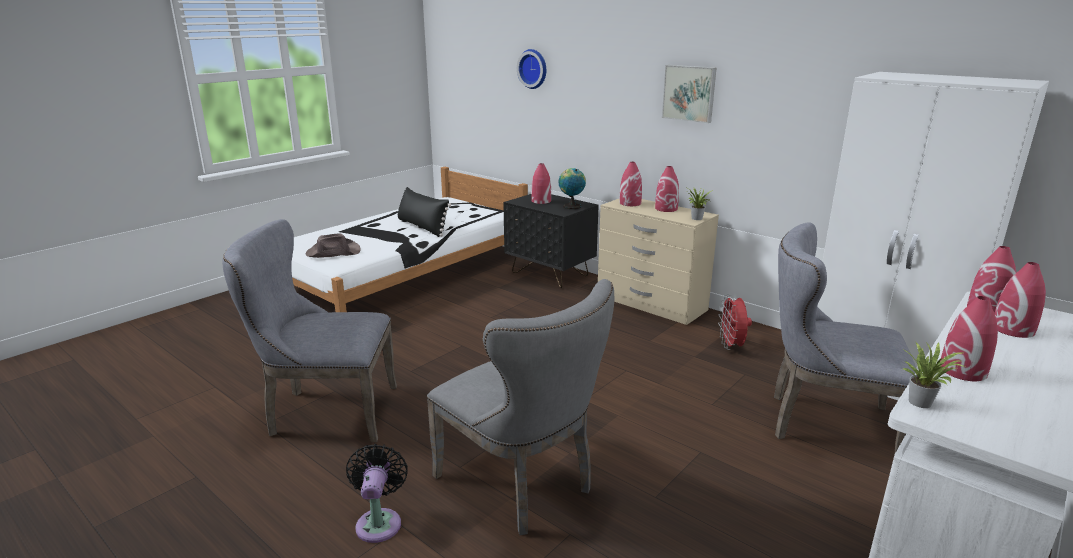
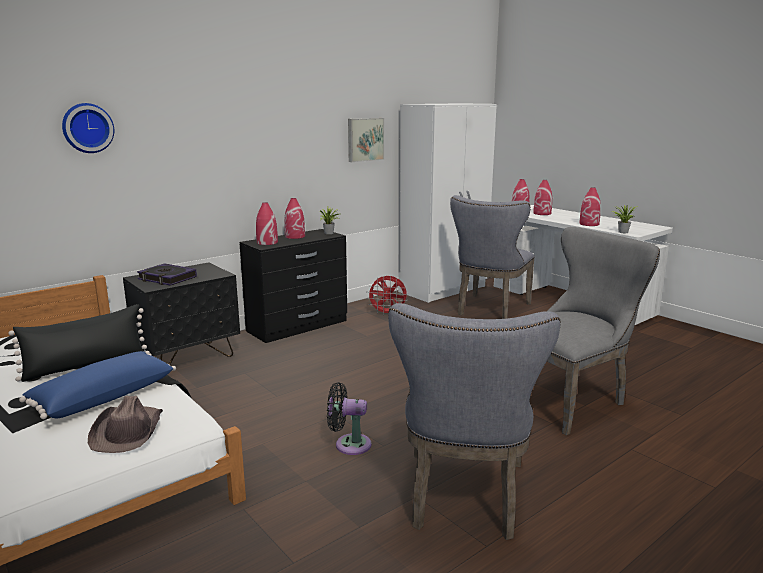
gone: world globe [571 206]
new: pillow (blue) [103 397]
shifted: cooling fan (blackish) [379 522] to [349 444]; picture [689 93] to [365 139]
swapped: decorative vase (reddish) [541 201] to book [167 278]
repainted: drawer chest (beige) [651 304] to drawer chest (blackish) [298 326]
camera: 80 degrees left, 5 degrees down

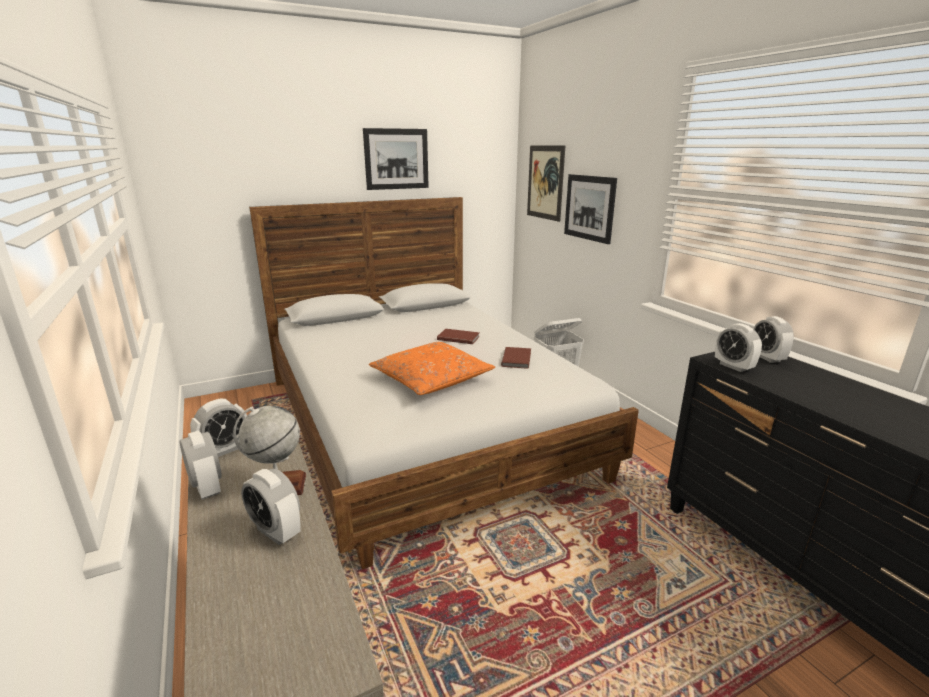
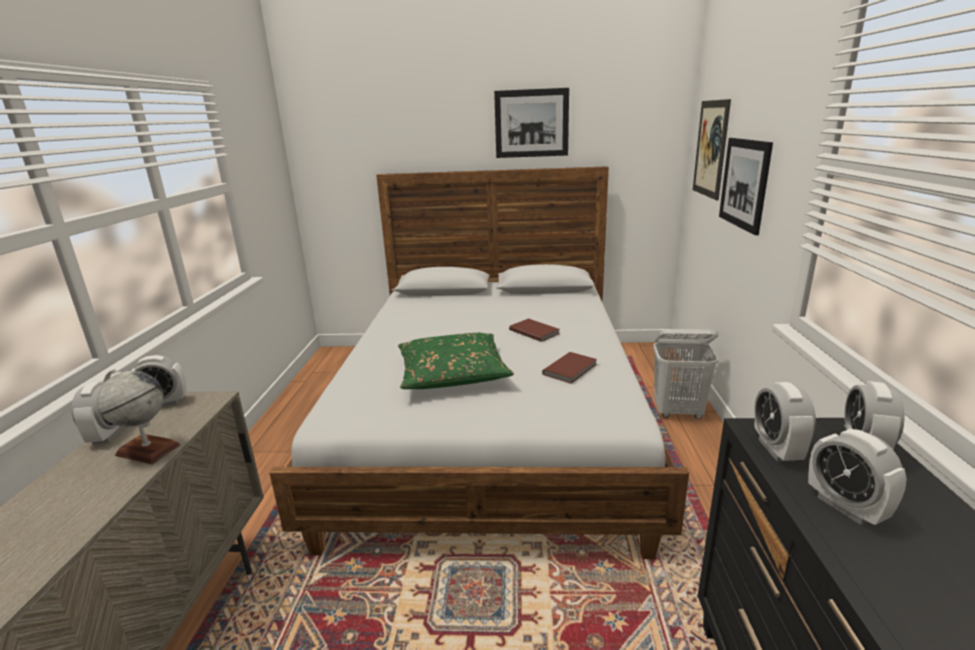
shifted: table clock [276 531] to [845 507]
repainted: pillow (orange) [431 379] to pillow (greenish) [452 373]
camera: 30 degrees right, 0 degrees up

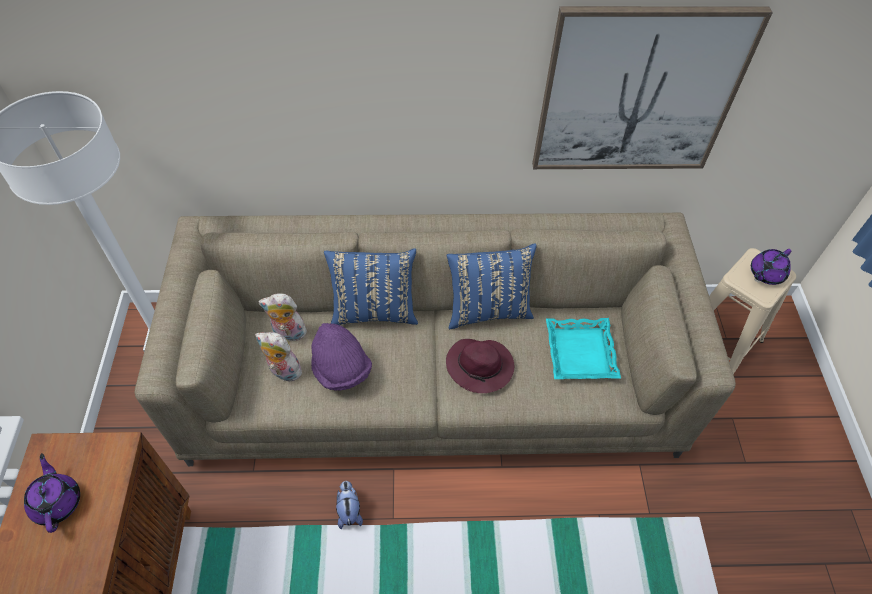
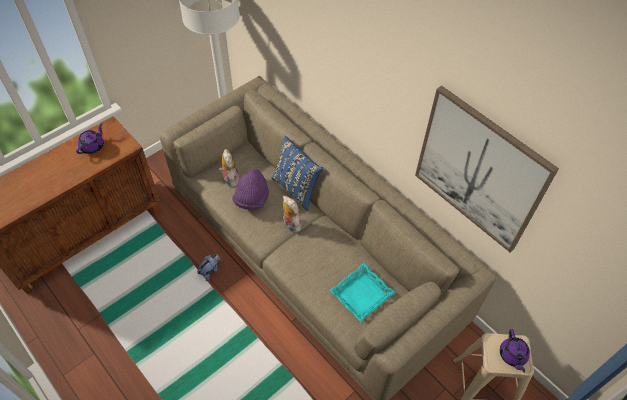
gone: clothing hat (purple) [480 367]; pillow (blue) [487 310]
shifted: plush toy [288 334] to [290 224]
rotated: pot for tea (purple) [765 274] = [512 355] 105 degrees counterclockwise
camera: 50 degrees right, 0 degrees up

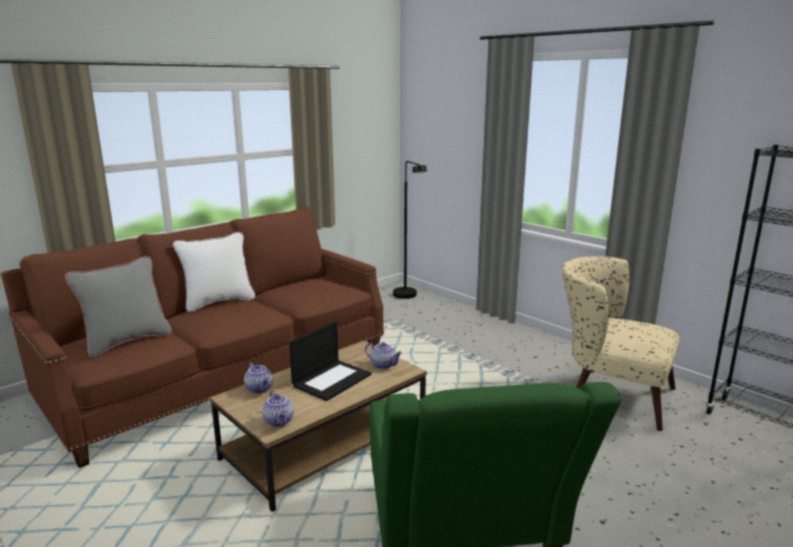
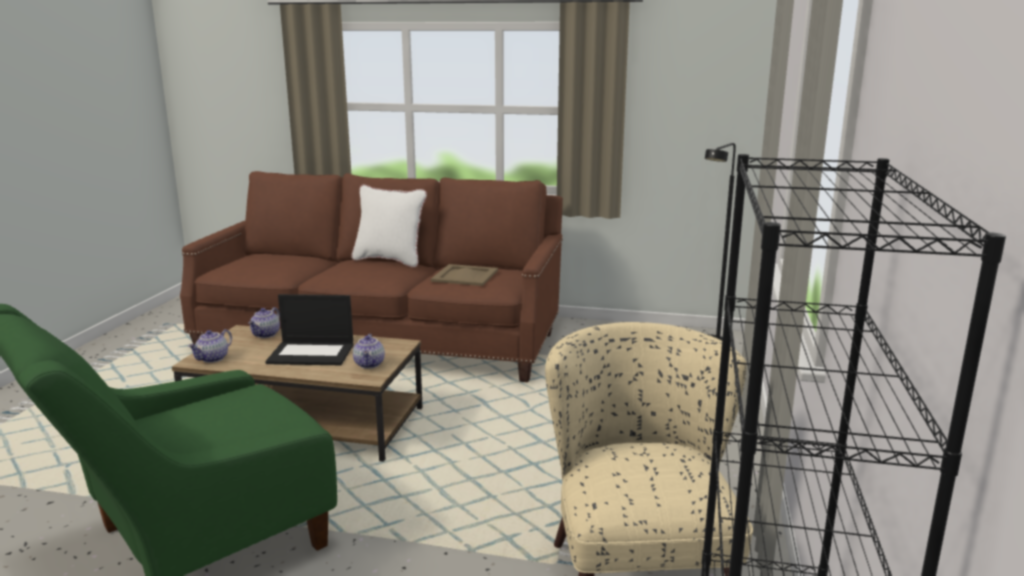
gone: pillow (greyish) [126 341]
new: serving tray (beige) [464 275]
camera: 55 degrees right, 0 degrees up

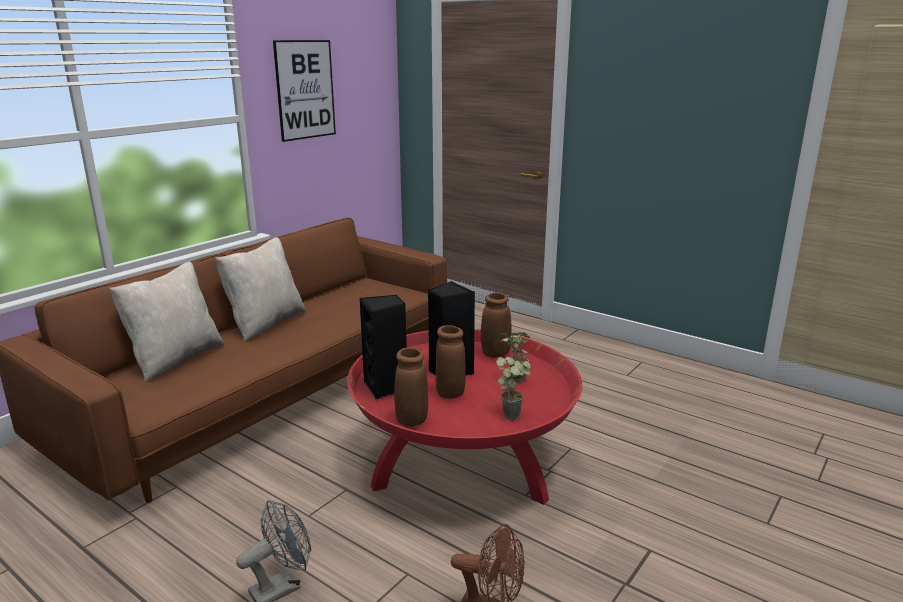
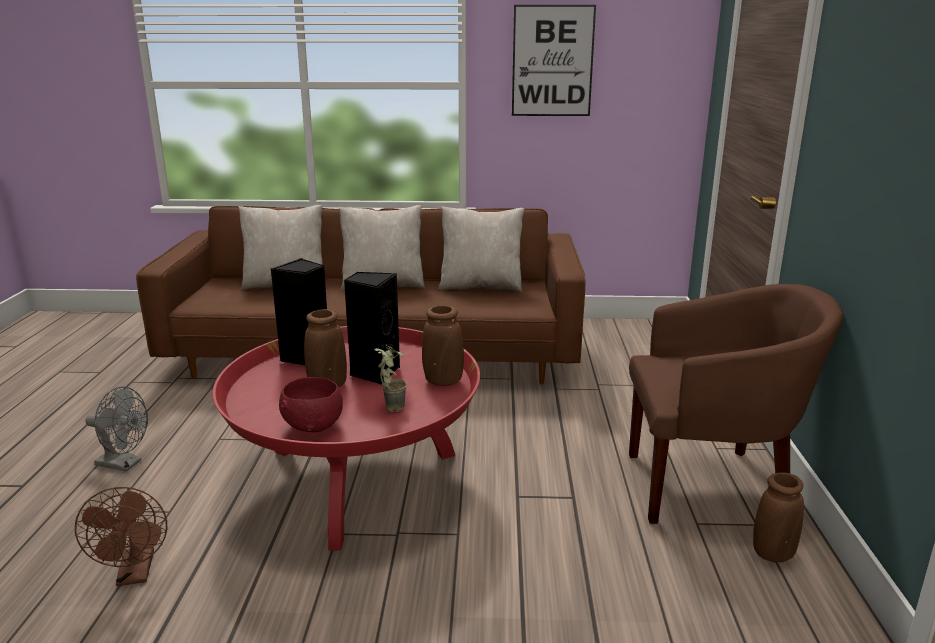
new: pillow (beige) [481 286]; armchair (brown-coloured) [710 488]
shifted: decorative vase (brown-coloured) [412 420] to [773 554]
swapped: plant in a pot [513 414] to serving bowl (reddish) [314 426]
camera: 55 degrees right, 0 degrees up

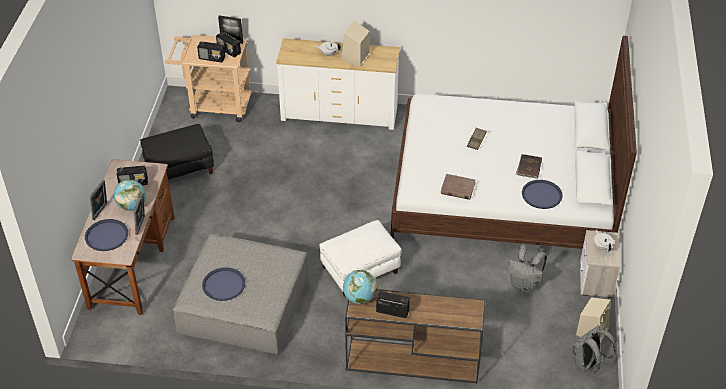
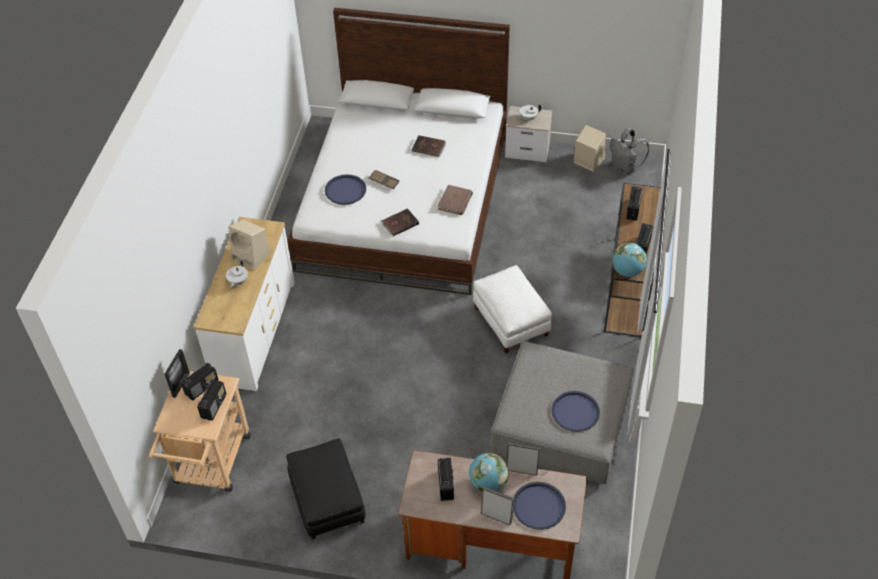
gone: rucksack (greyish) [524 285]
new: book (brown-coloured) [399 223]; radio [633 210]
shifted: serving tray (blue) [542 195] to [345 190]
camera: 85 degrees left, 5 degrees up

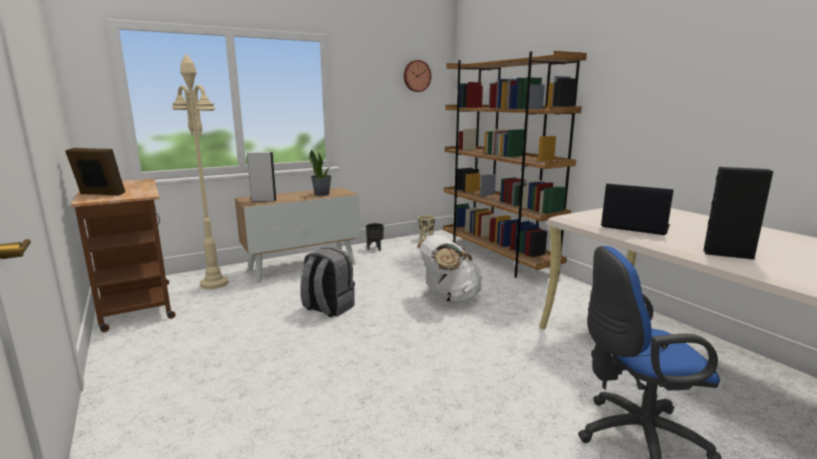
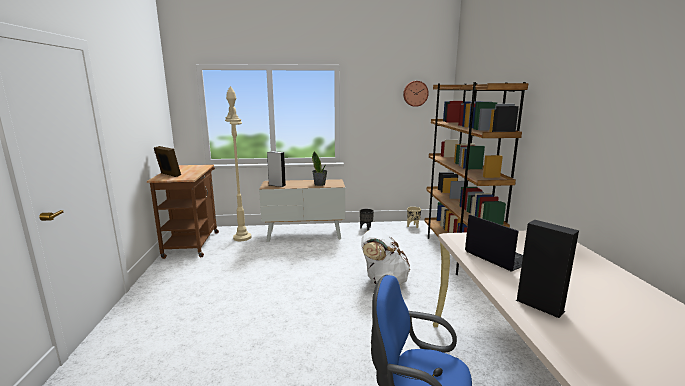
gone: rucksack (greyish) [328 308]
camera: 25 degrees right, 0 degrees up

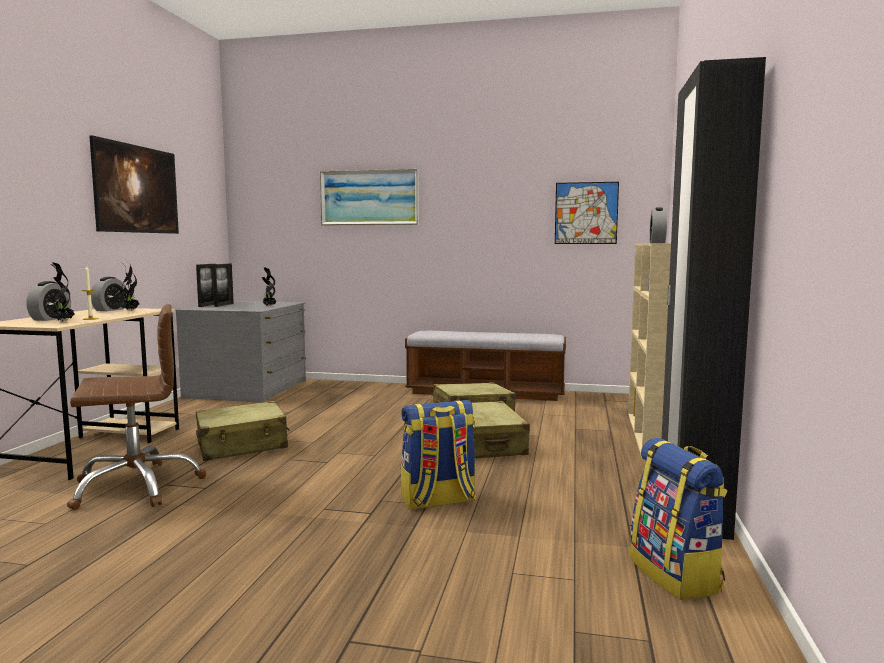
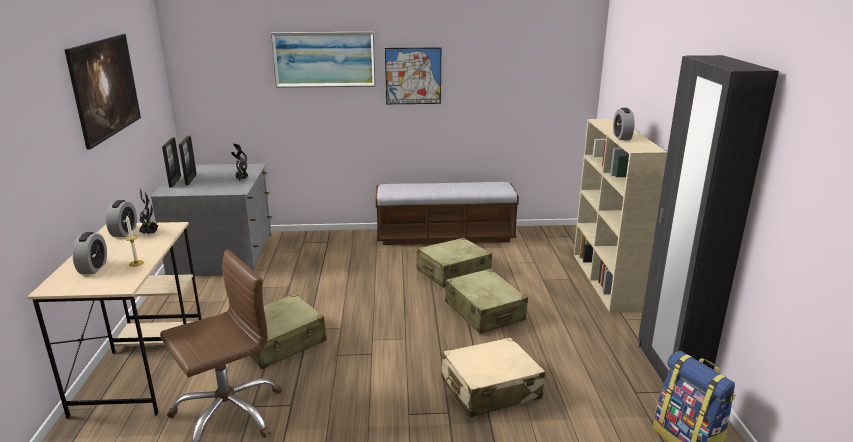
gone: plant in a pot [63 321]
shifted: picture [586 213] to [413 76]
swapped: rucksack [438 501] to travel case (beige) [490 389]
camera: 15 degrees left, 15 degrees up

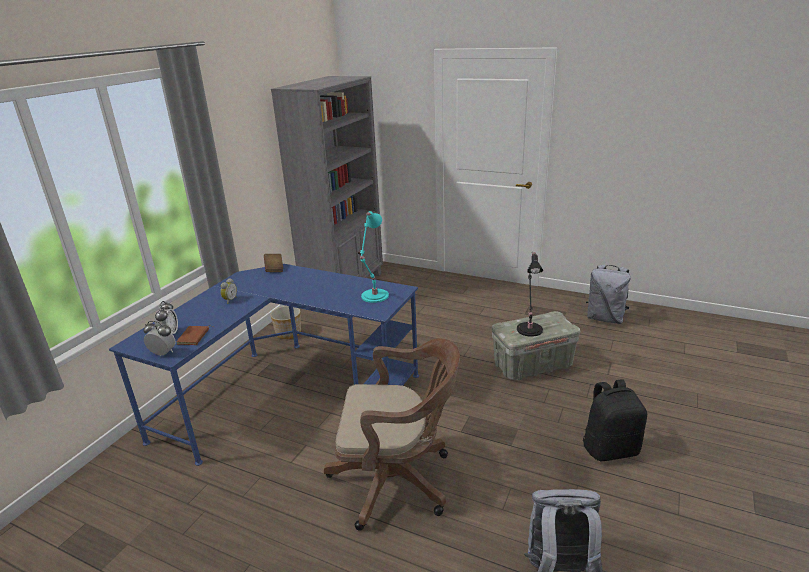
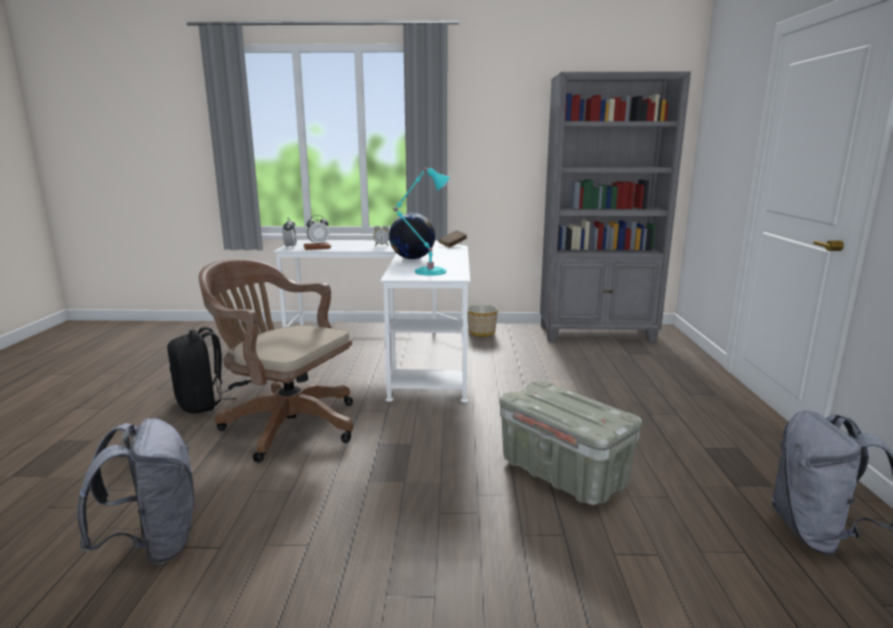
gone: tabletop lamp (blackish) [529 328]
new: world globe [412 258]
shifted: rucksack (blackish) [610 449] to [202 403]
repainted: desk (blue) [285 389] to desk (whitish) [394 351]
rotated: computer chair (brown-coloured) [398 480] = [285 424] 135 degrees clockwise
camera: 65 degrees right, 10 degrees down

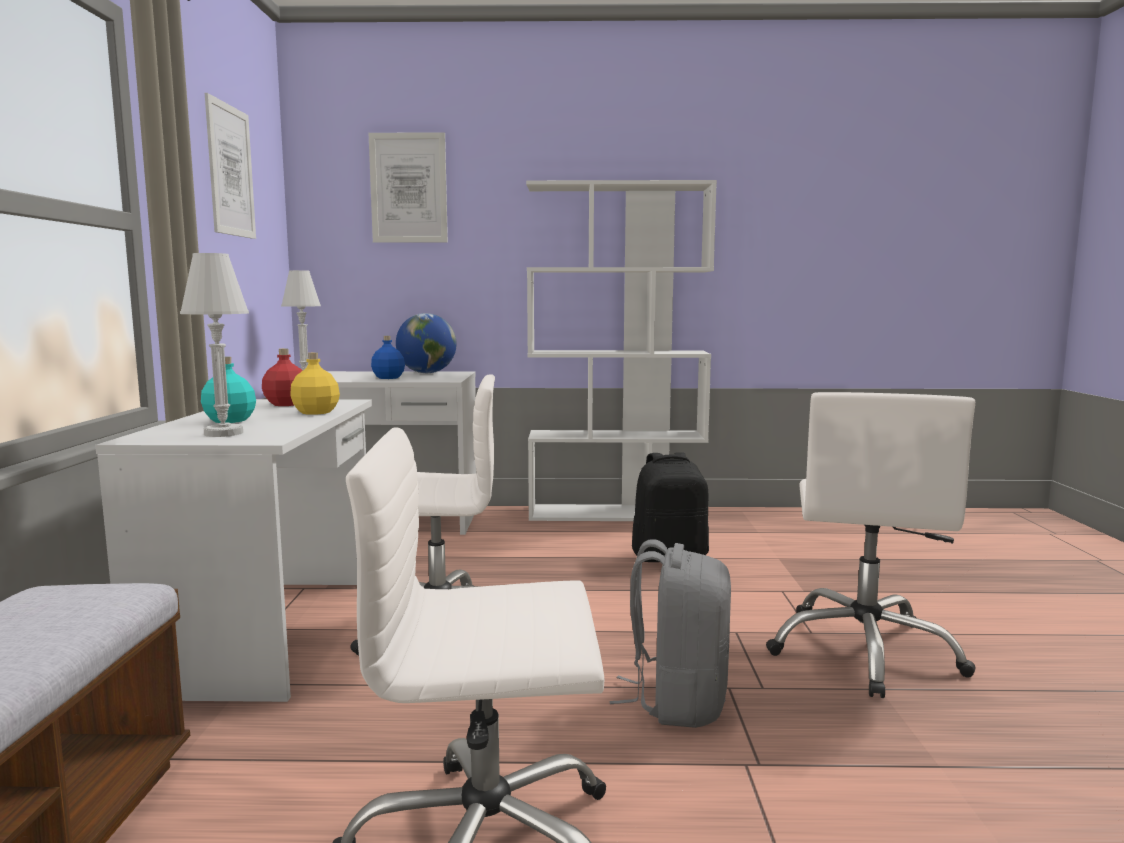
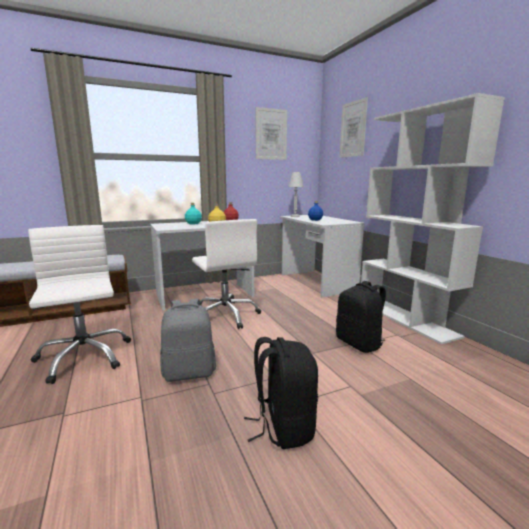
gone: tabletop lamp (whitish) [223 433]; world globe [427 373]
swapped: computer chair (whitish) [865 651] to rucksack (blackish) [283 426]
camera: 65 degrees right, 5 degrees up

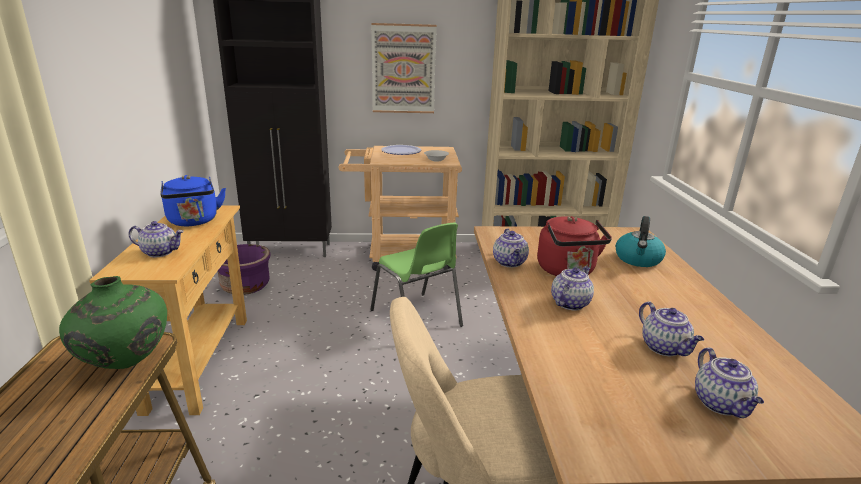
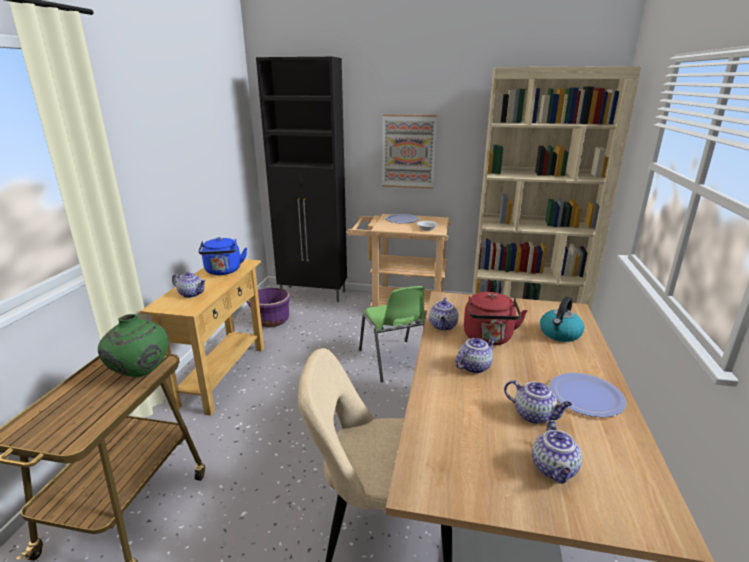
new: flat dish [586 396]
rotated: pot for tea [665 348] = [534 415] 45 degrees counterclockwise
camera: 15 degrees right, 0 degrees up

